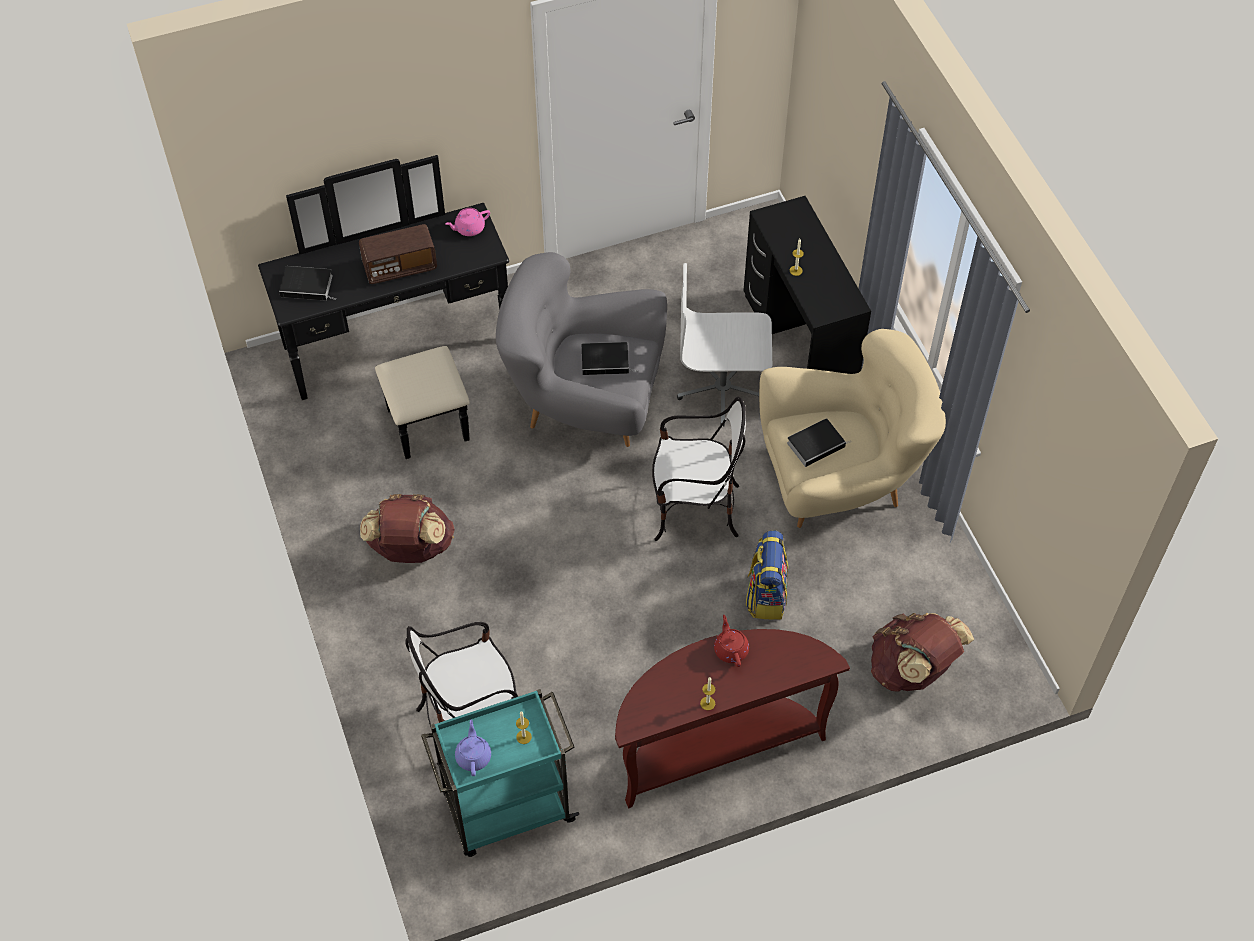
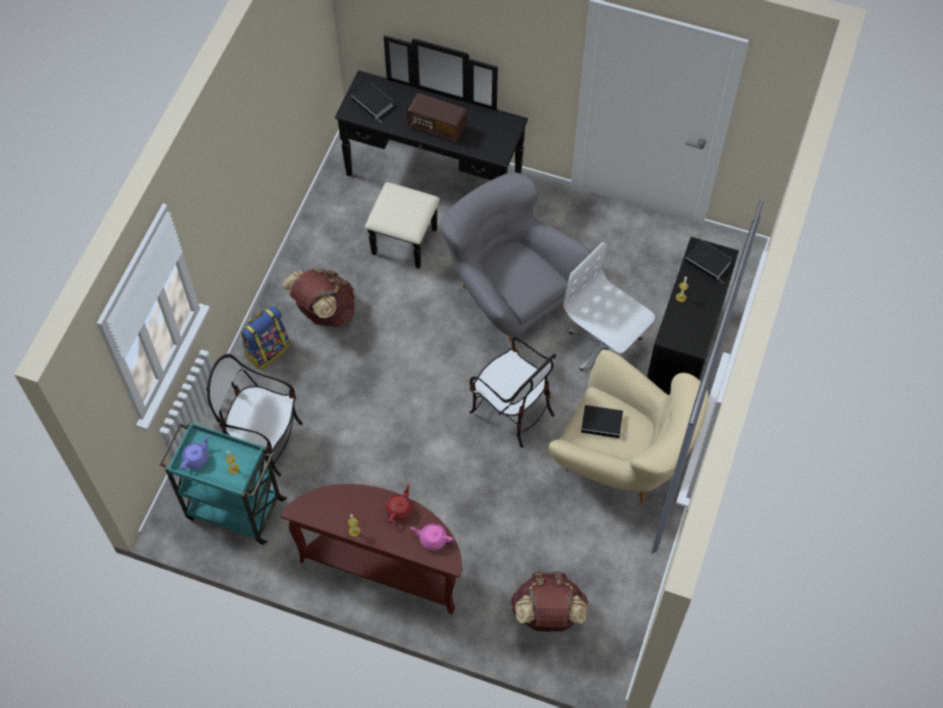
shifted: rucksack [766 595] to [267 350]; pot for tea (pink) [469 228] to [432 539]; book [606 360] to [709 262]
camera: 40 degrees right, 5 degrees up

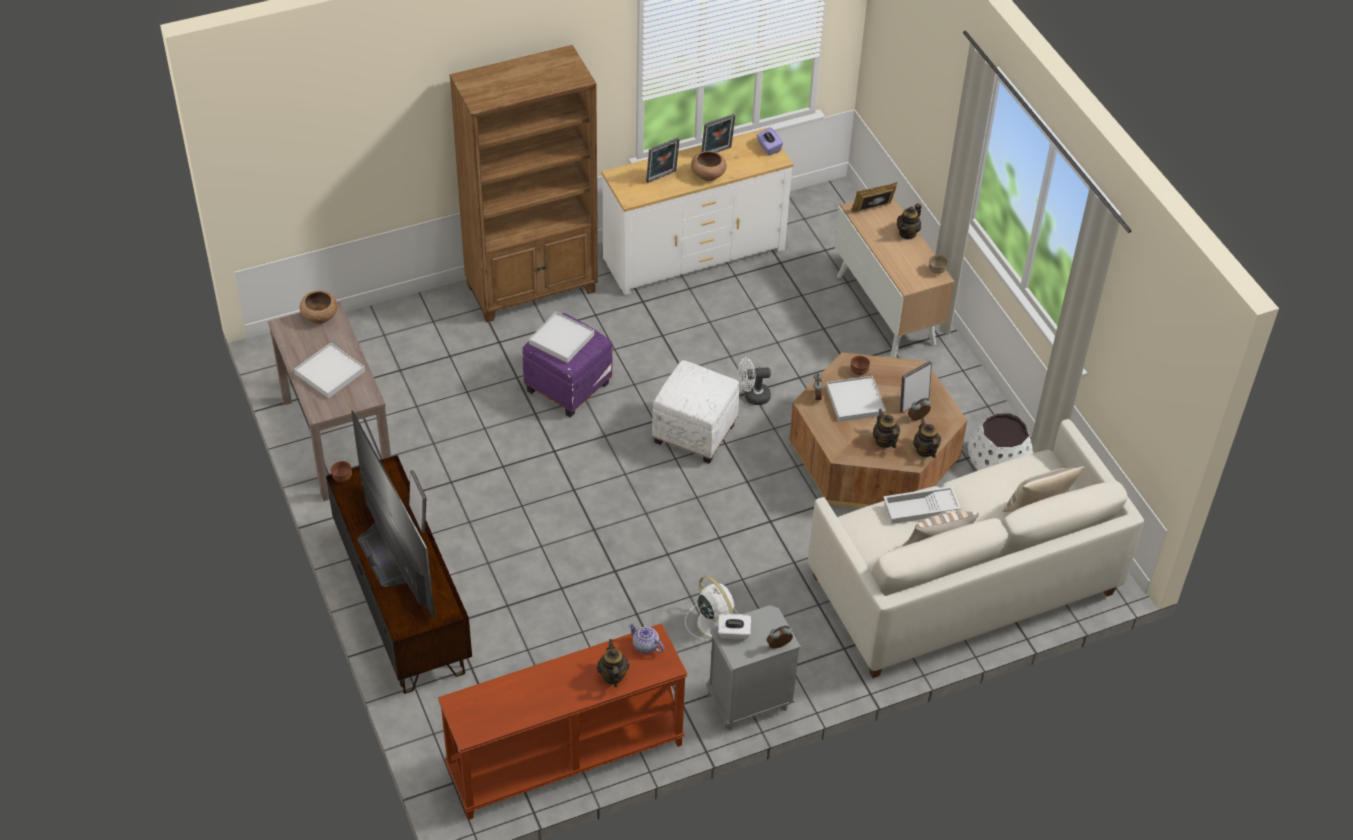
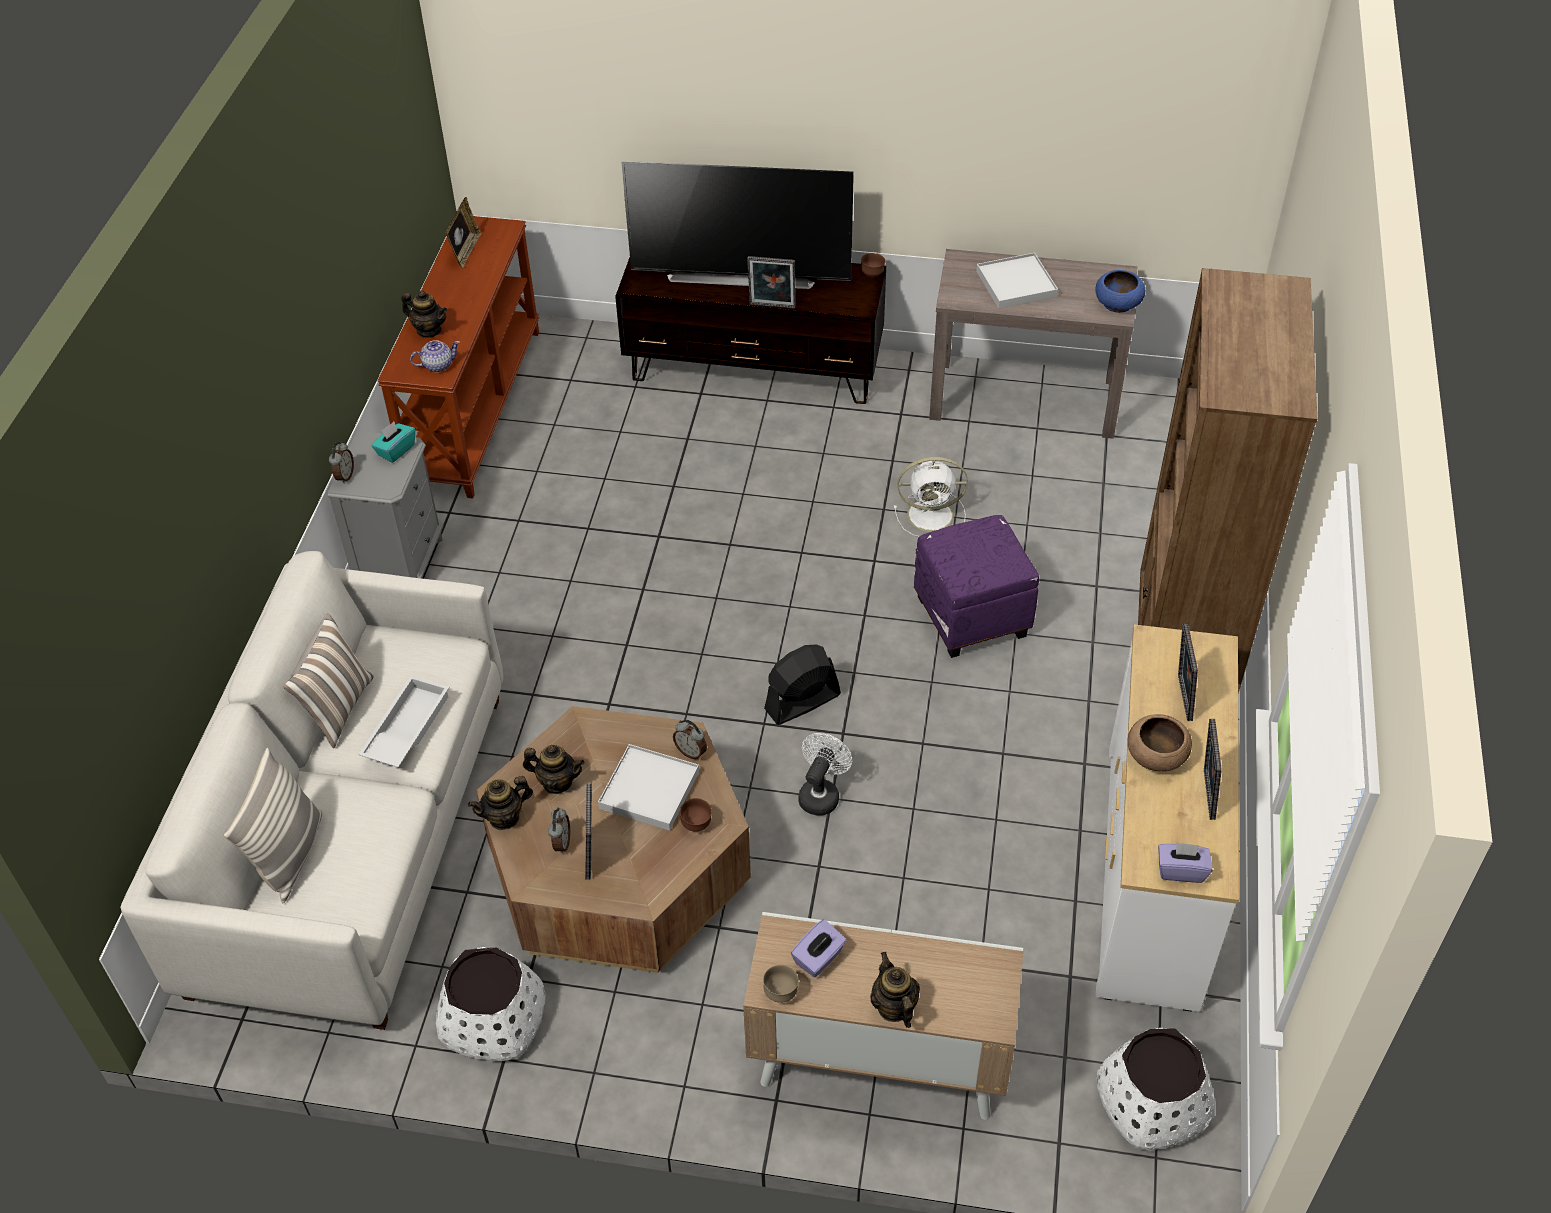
gone: serving tray (whitish) [562 339]
new: box of tissues (purple) [819 958]; plant pot (whitish) [1152 1101]
shifted: photo frame [873 210] to [465 251]; cooling fan (whitish) [713 622] to [932 515]
swapped: pouffe (whitish) [695 433] to cooling fan (blackish) [802 702]
repainted: box of tissues (whitish) [733 633] to box of tissues (turquoise) [396 450]; serving bowl (brown-coloured) [320 316] to serving bowl (blue) [1117 304]
rotated: pot for tea [925 450] = [504 817] 135 degrees clockwise
camera: 125 degrees right, 0 degrees up

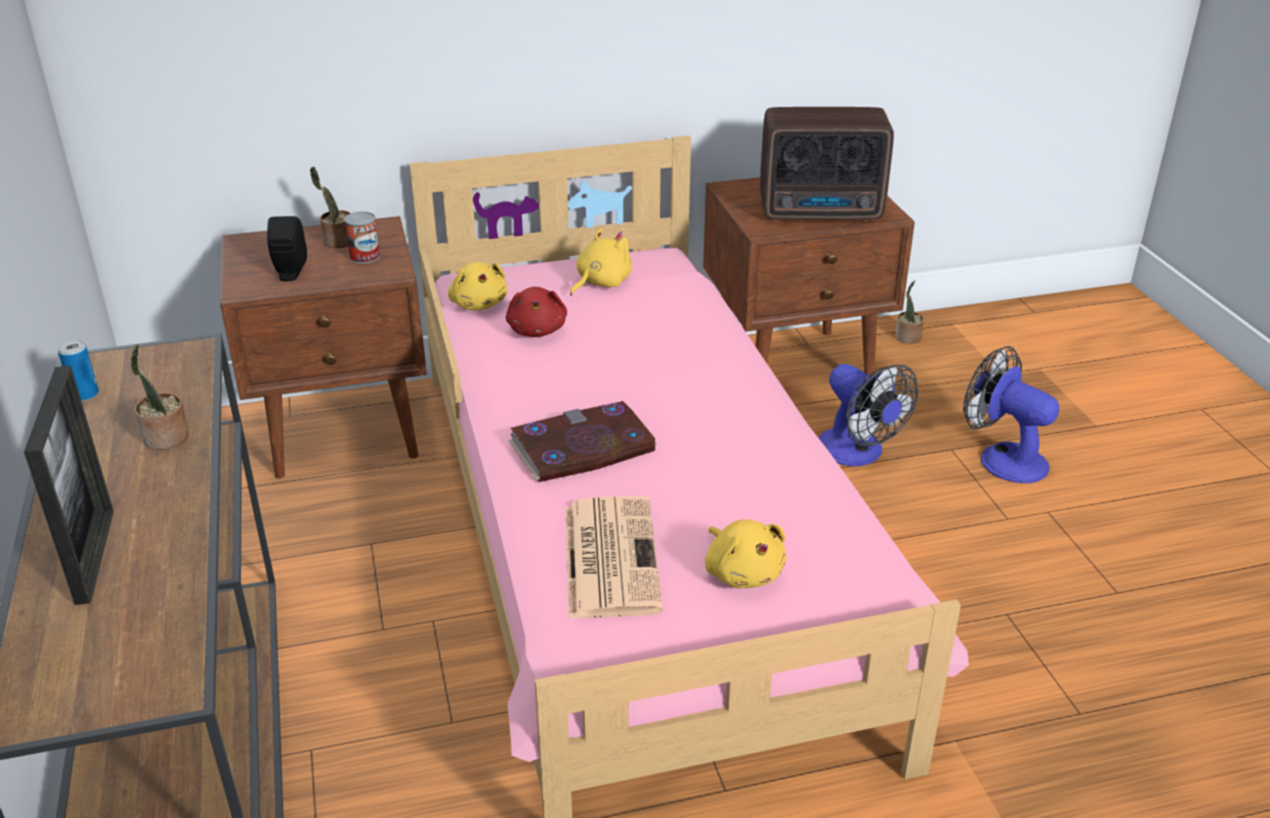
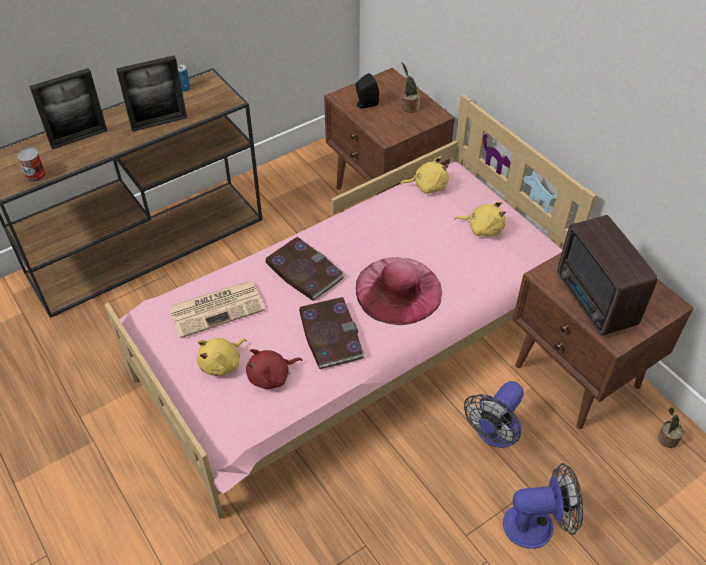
new: book [330 335]; clothing hat (pink) [398 290]
shifted: metal can [364 256] to [35 175]; plush toy (reddish) [537 330] to [271 376]
swapped: plant in a pot [165 439] to photo frame [159 123]
rotated: plush toy (yellow) [478 304] = [427 186] 135 degrees counterclockwise; cooling fan [1002 458] = [537 524] 60 degrees clockwise
camera: 70 degrees right, 15 degrees up

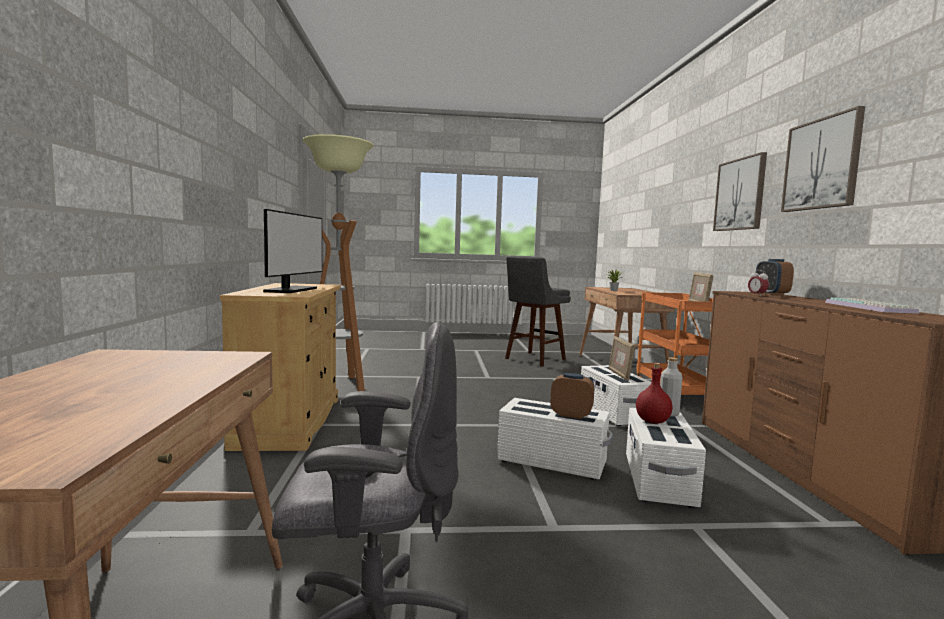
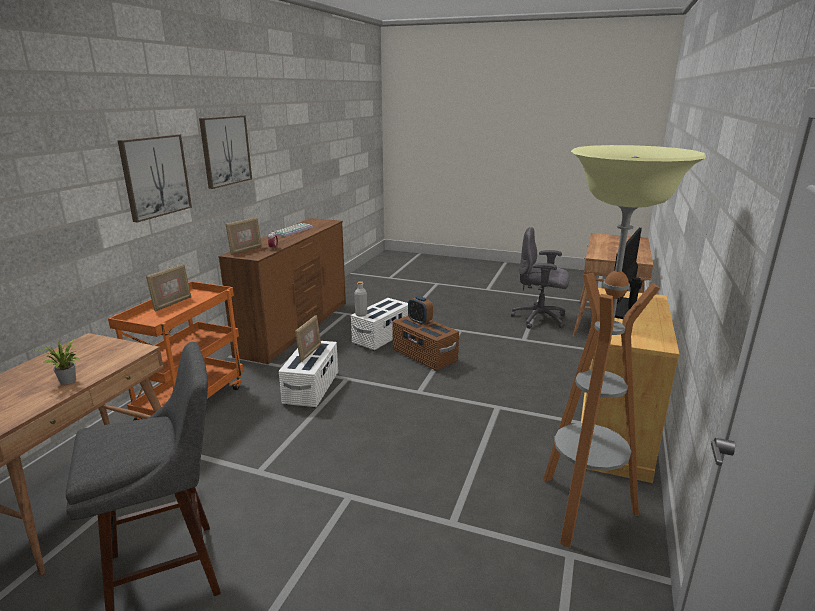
gone: drink bottle (reddish) [652 421]
swapped: table clock [771 294] to photo frame [245 250]
repainted: storage container (whitish) [551 462] to storage container (brown-coloured) [424 356]
camera: 155 degrees left, 15 degrees up

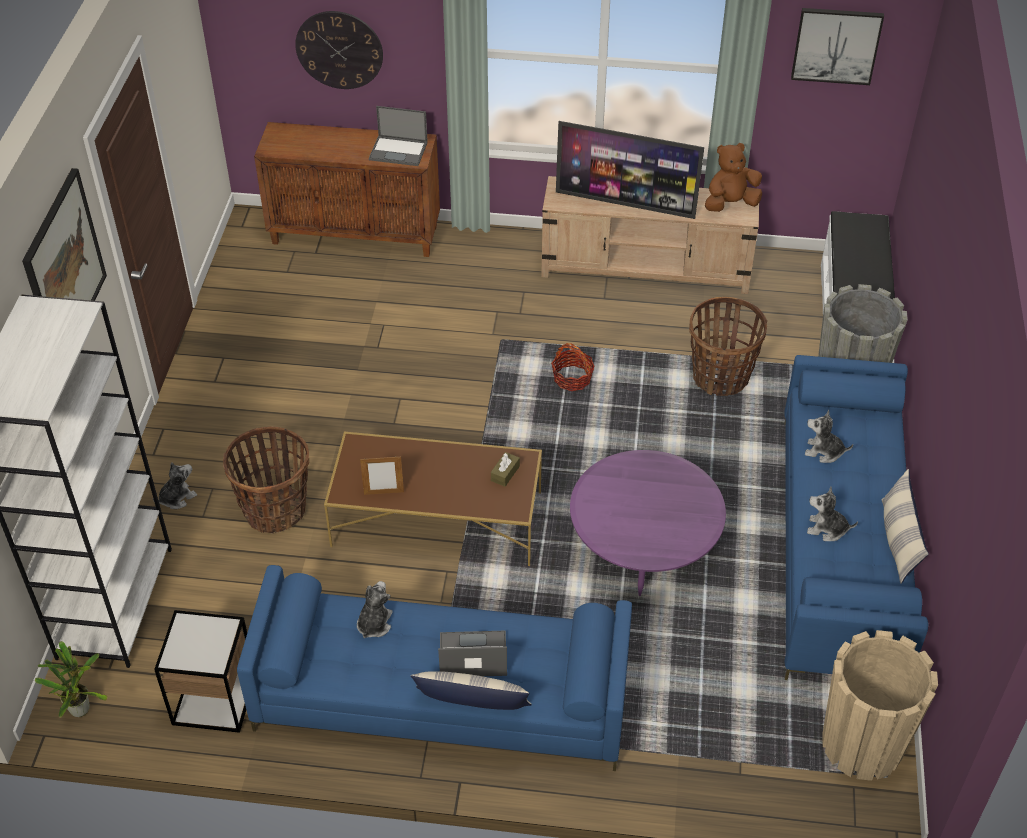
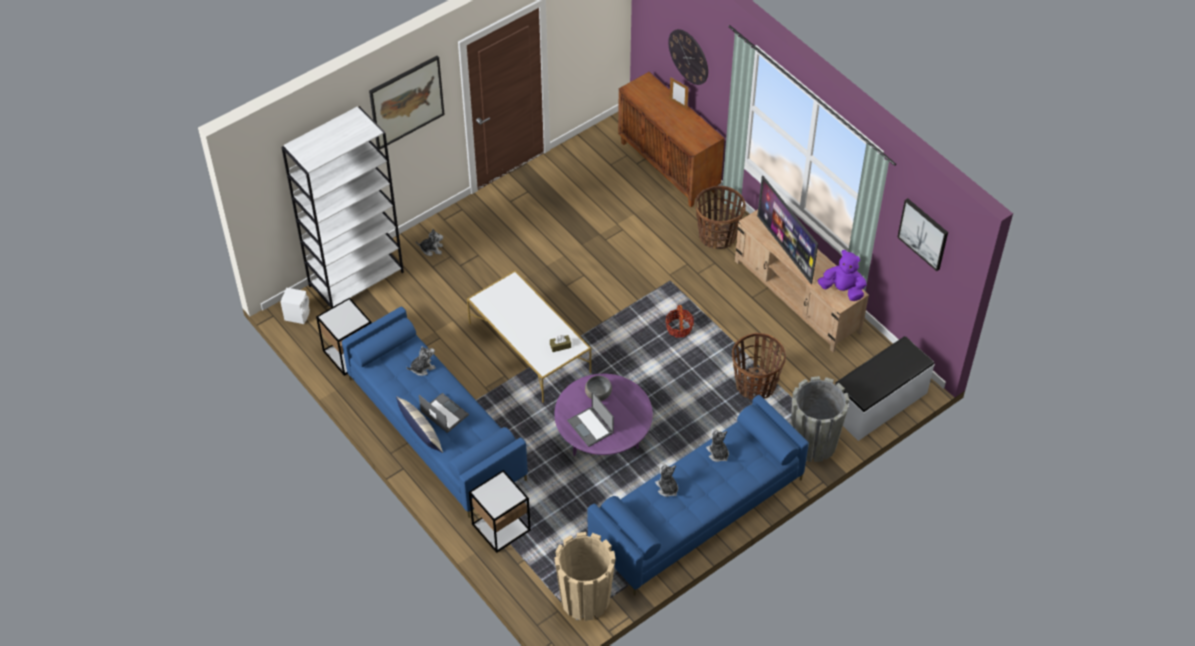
gone: pillow [898 540]
new: end table [501 527]; serving bowl (greyish) [598 394]
shifted: notebook computer [399 151] to [591 427]; photo frame [384 493] to [678 104]; basket [275 510] to [717 236]
swapped: plant in a pot [80 707] to speaker (whitish) [297 314]
repainted: lounge table (brown-coloured) [436 519] to lounge table (whitish) [529 347]; plush toy (brown-coloured) [730 204] to plush toy (purple) [842 290]
camera: 45 degrees right, 5 degrees up

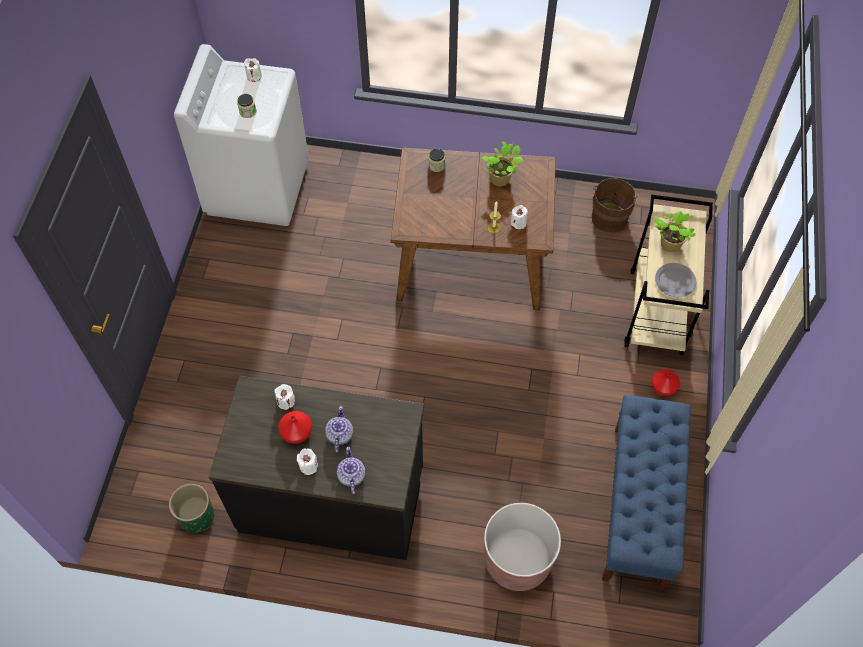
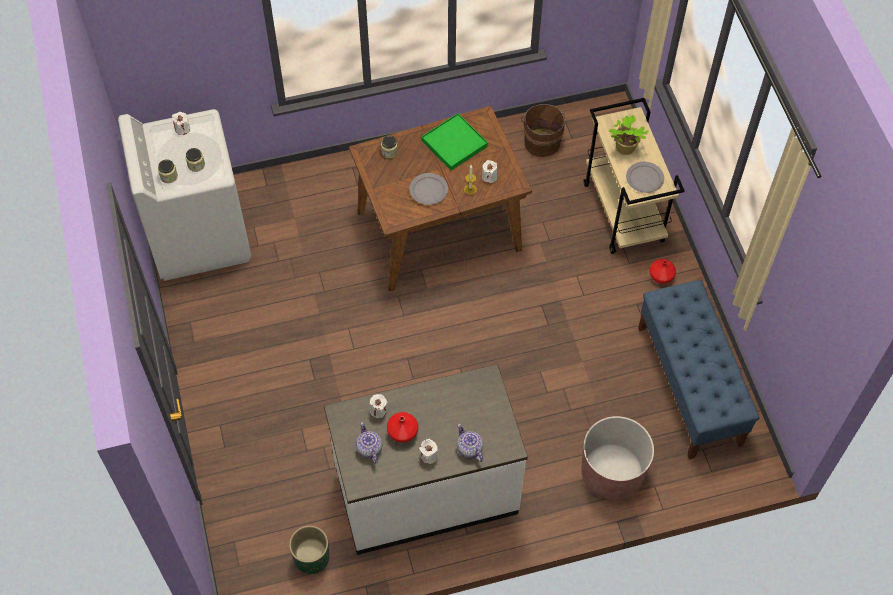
new: storage jar [169 176]; flat dish (greyish) [428 190]
shifted: pot for tea [339 435] to [369 449]
swapped: plant in a pot [501 179] to serving tray (greenish) [454 143]
repainted: counter (blackish) [332 499] to counter (whitish) [426 490]
camera: 25 degrees left, 0 degrees up

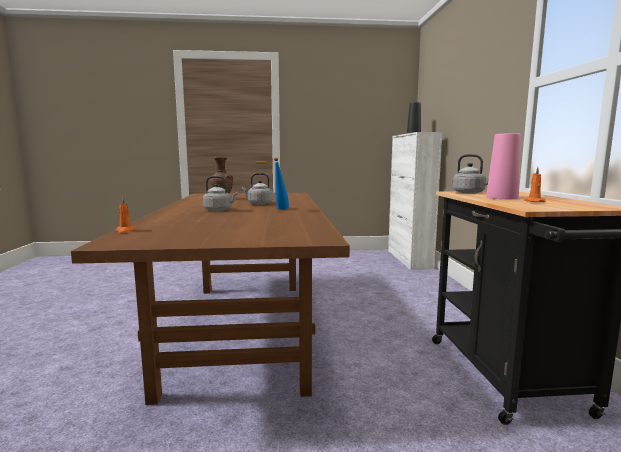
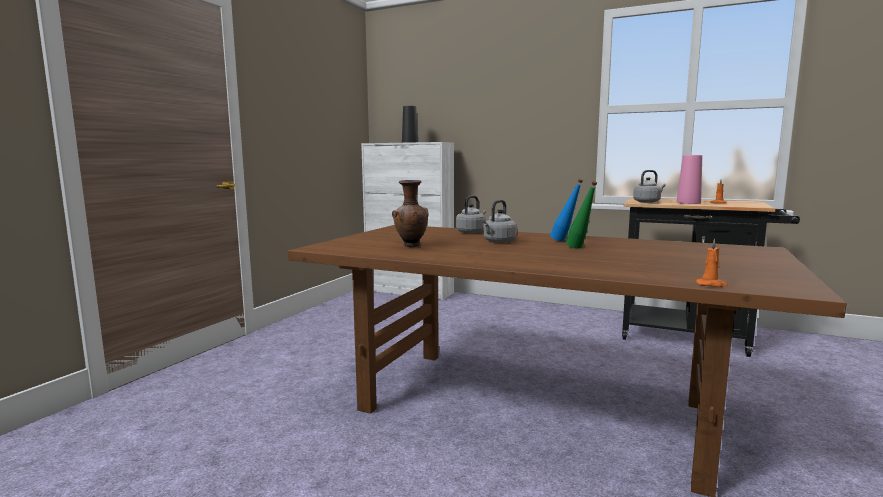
new: drink bottle (greenish) [580 248]
shifted: kettle (greyish) [219 210] to [471 232]
camera: 60 degrees left, 0 degrees up

